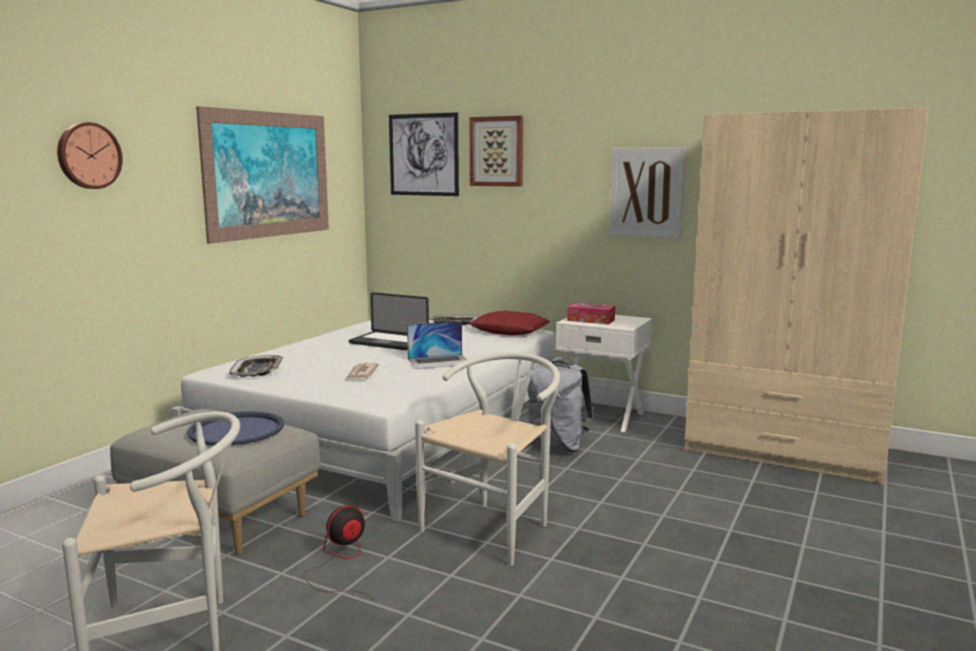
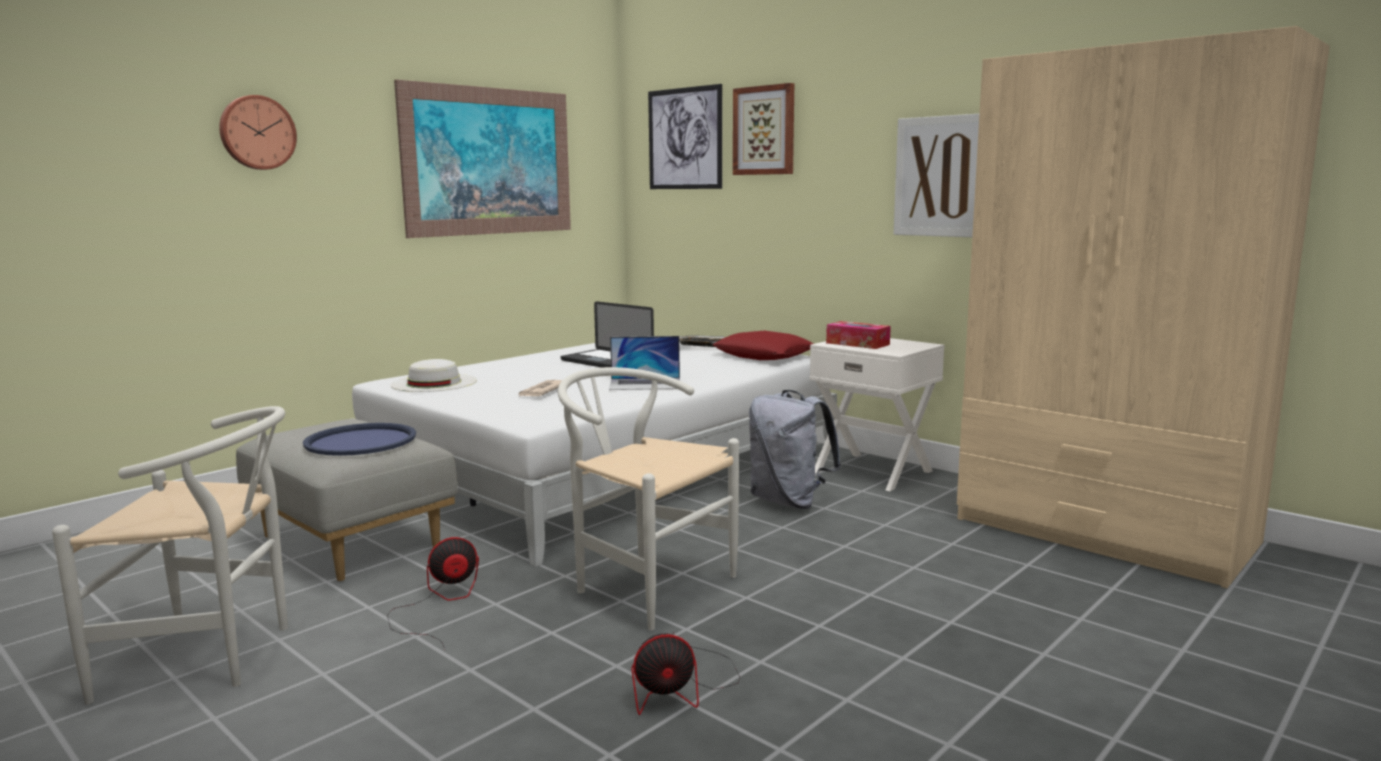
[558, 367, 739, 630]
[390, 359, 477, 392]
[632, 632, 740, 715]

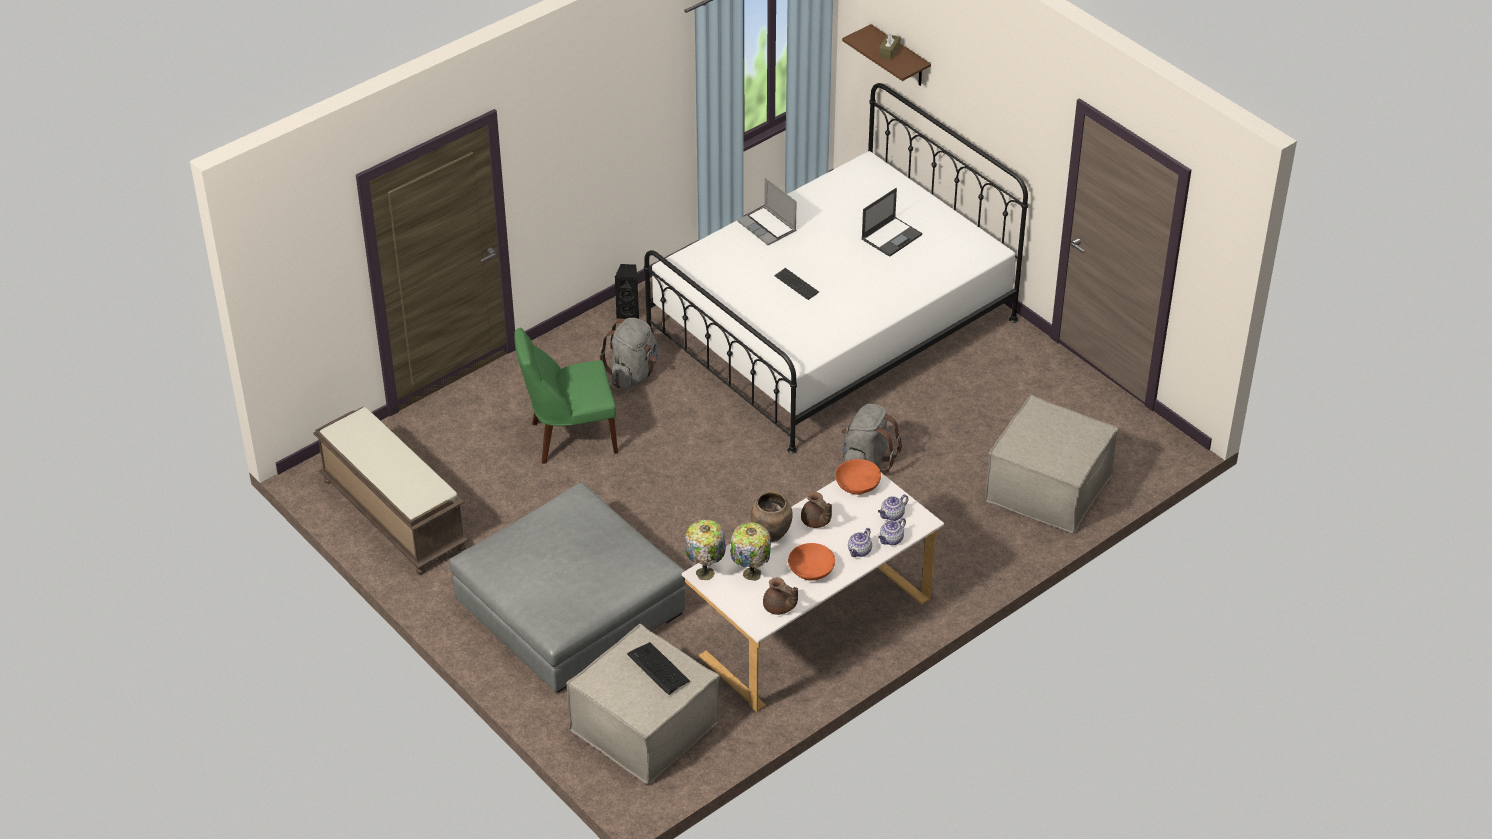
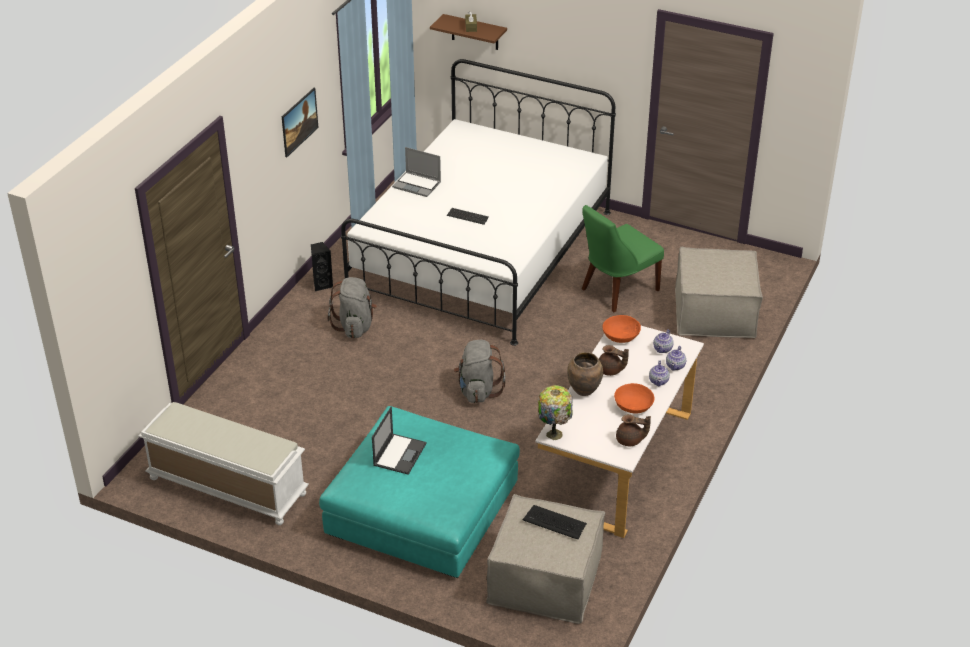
[372, 406, 426, 475]
[582, 205, 664, 312]
[454, 340, 505, 403]
[139, 402, 309, 525]
[319, 406, 520, 578]
[730, 522, 771, 581] (first image)
[282, 88, 318, 157]

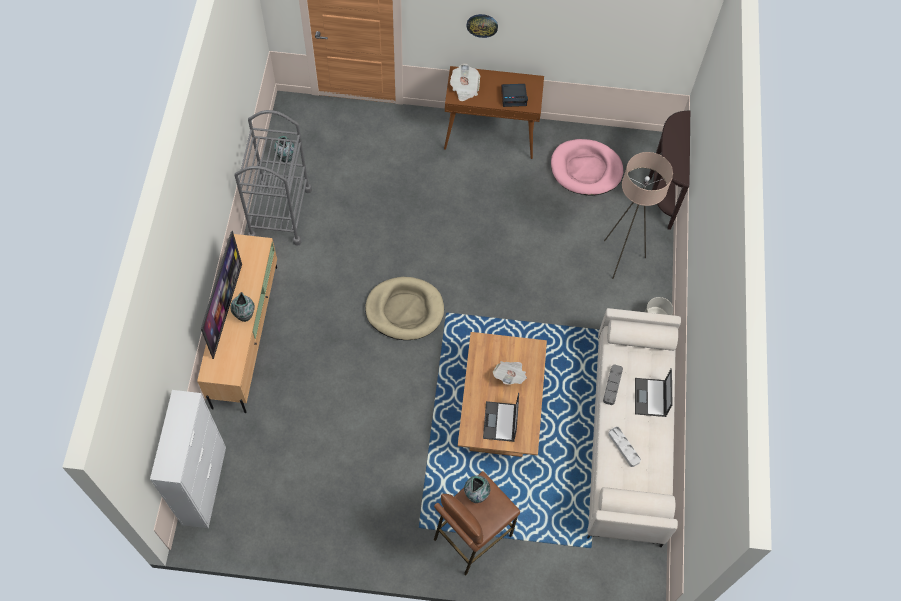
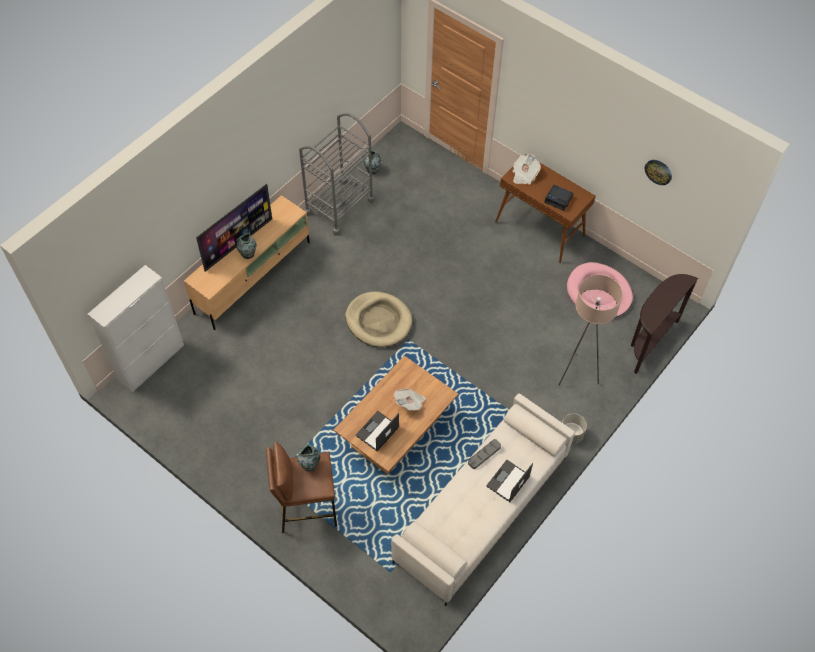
[645, 160, 672, 185]
[608, 427, 641, 467] (first image)

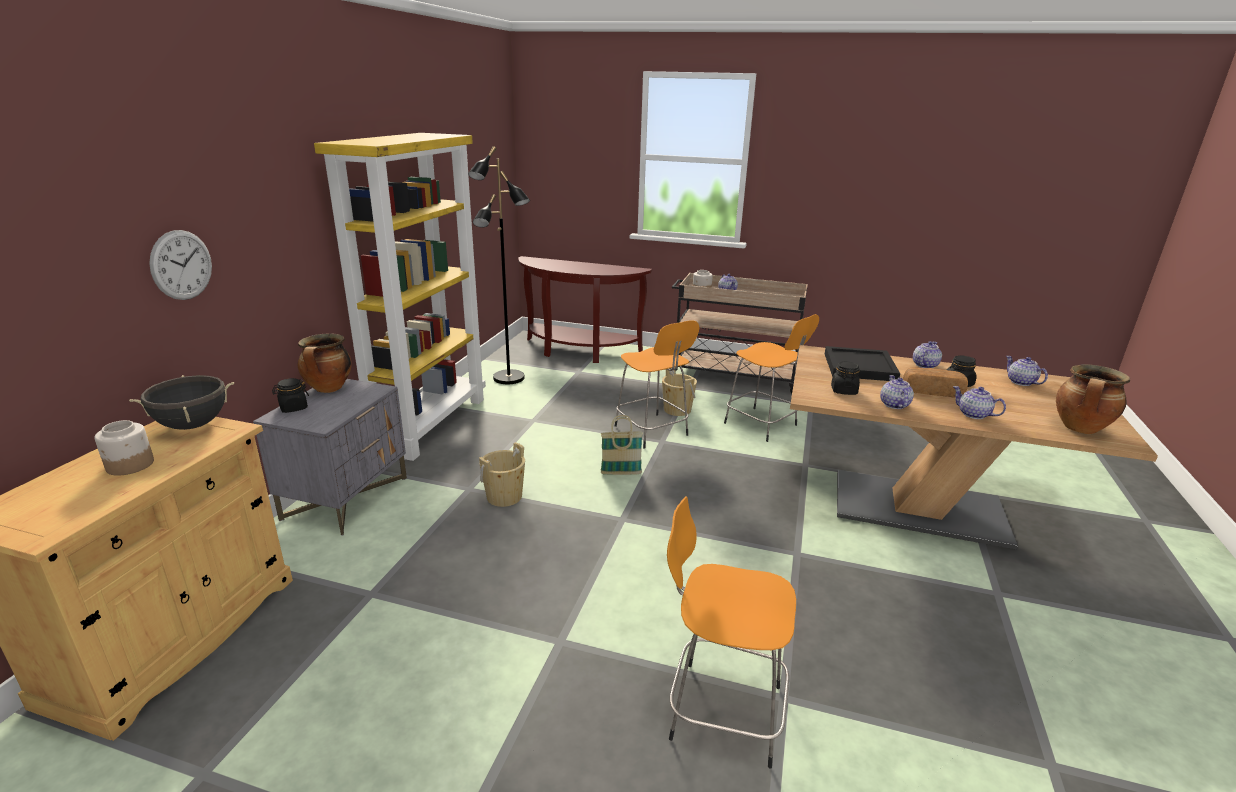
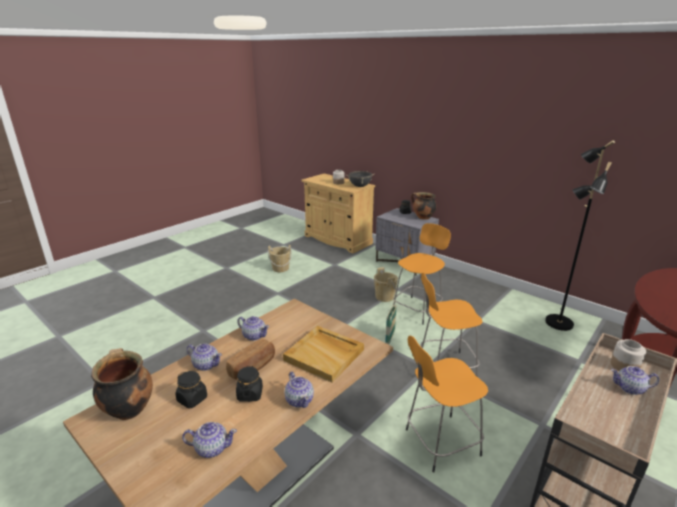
[314, 133, 486, 461] (first image)
[149, 230, 212, 300] (first image)
[283, 326, 364, 383]
[176, 371, 207, 408]
[268, 245, 292, 272]
[187, 344, 222, 371]
[393, 223, 451, 325]

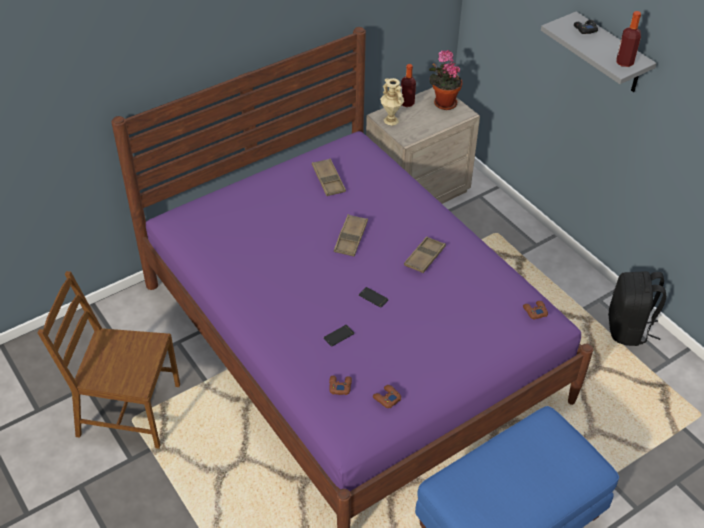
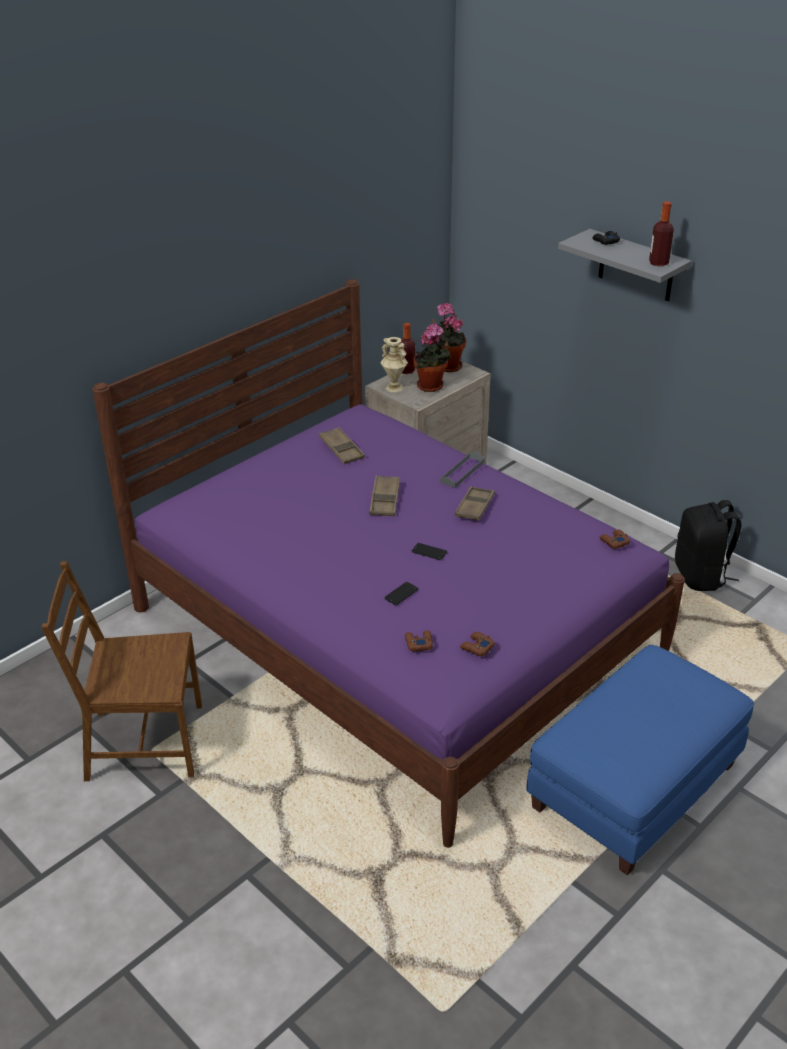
[414, 323, 452, 392]
[440, 452, 484, 488]

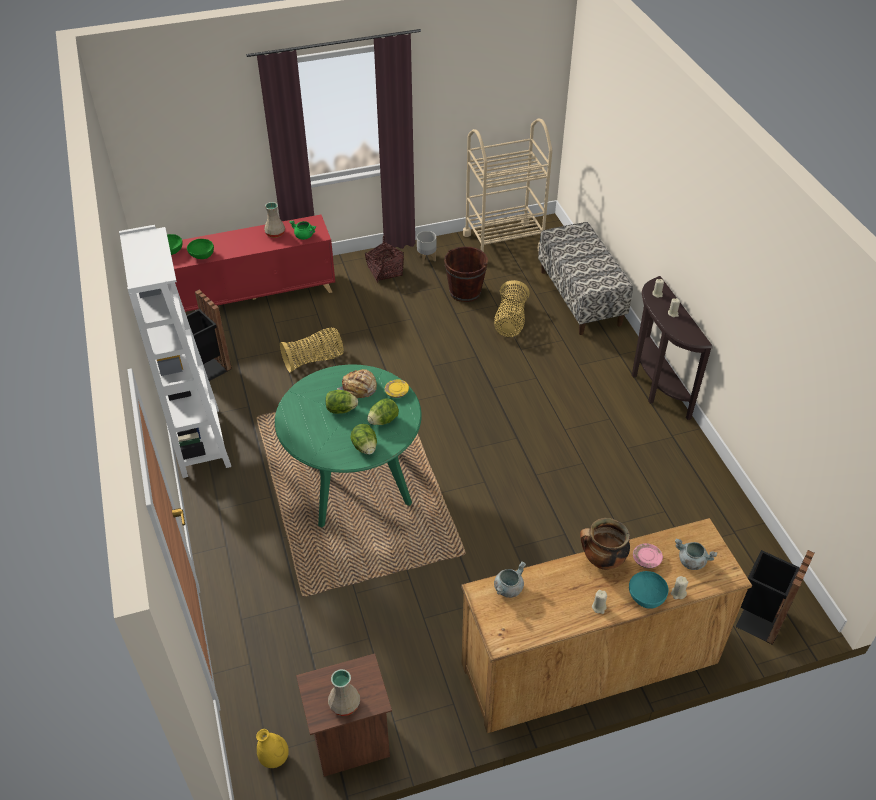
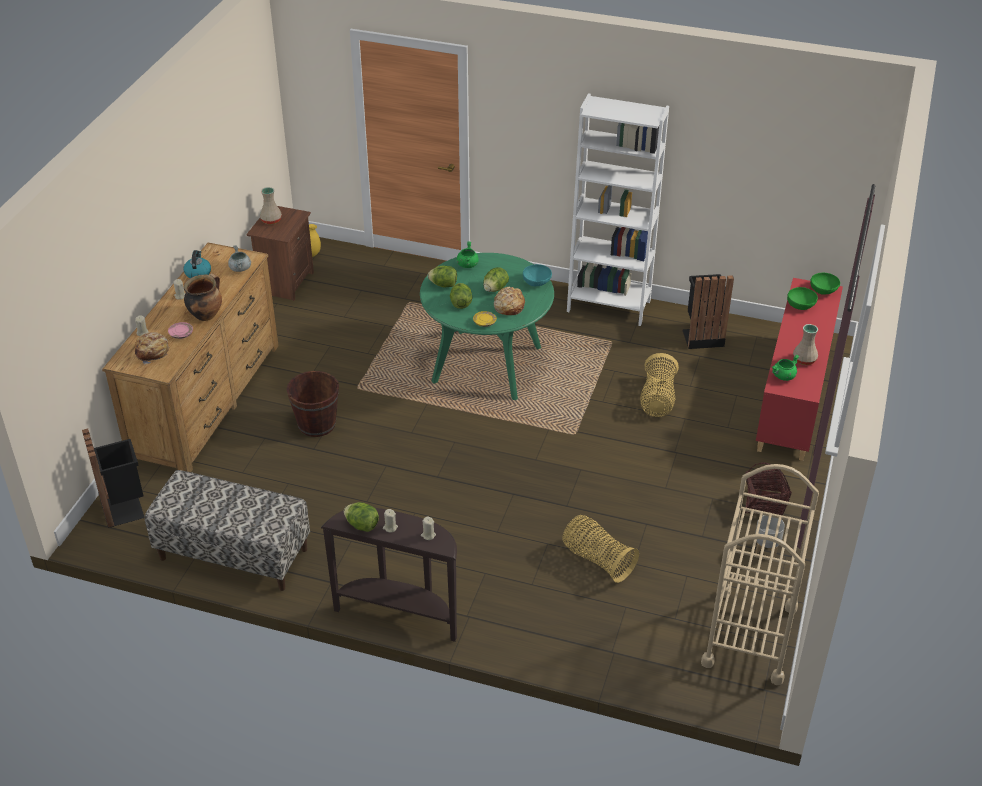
[145, 470, 310, 591]
[287, 371, 339, 437]
[135, 332, 169, 365]
[523, 264, 552, 286]
[457, 241, 479, 268]
[183, 250, 211, 278]
[344, 502, 379, 532]

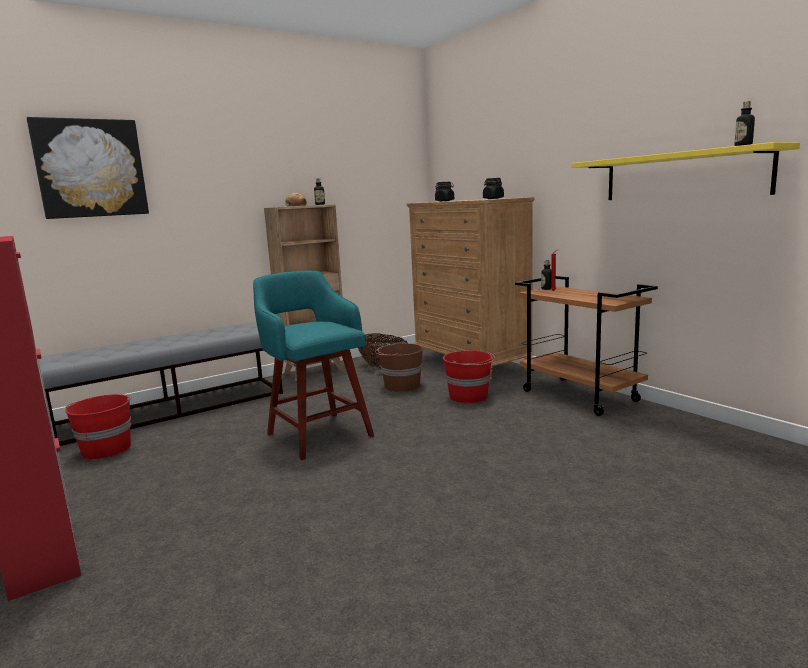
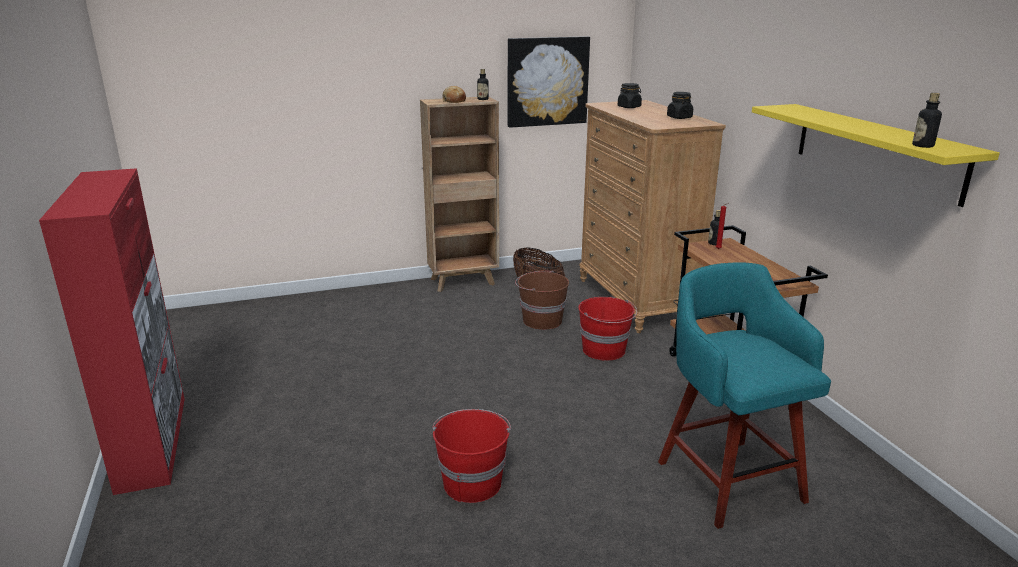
[508, 36, 590, 128]
[658, 262, 831, 529]
[39, 322, 283, 446] (first image)
[432, 409, 511, 503]

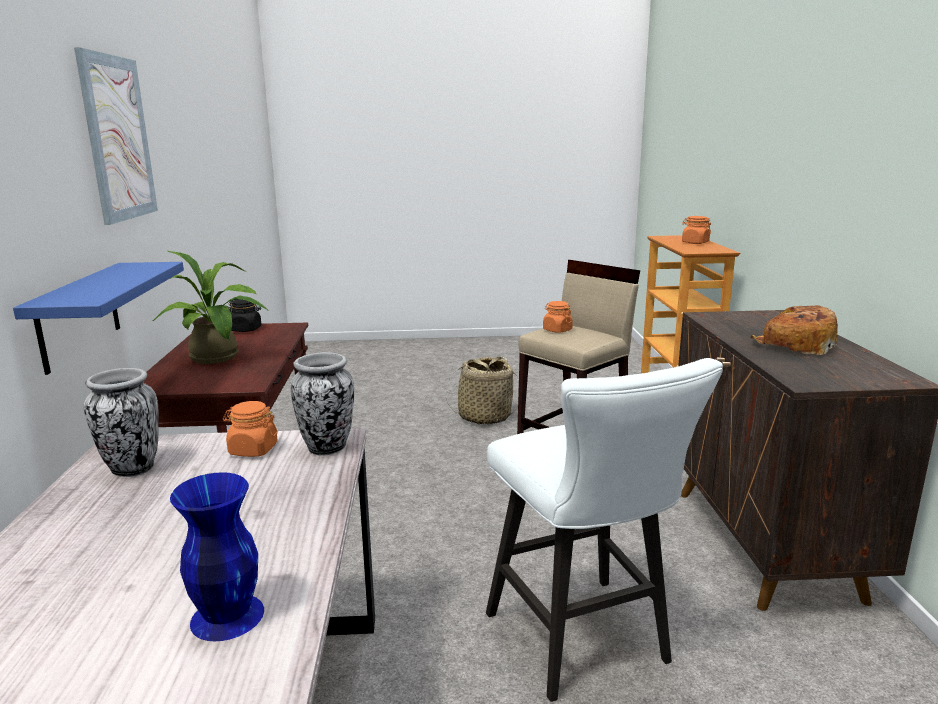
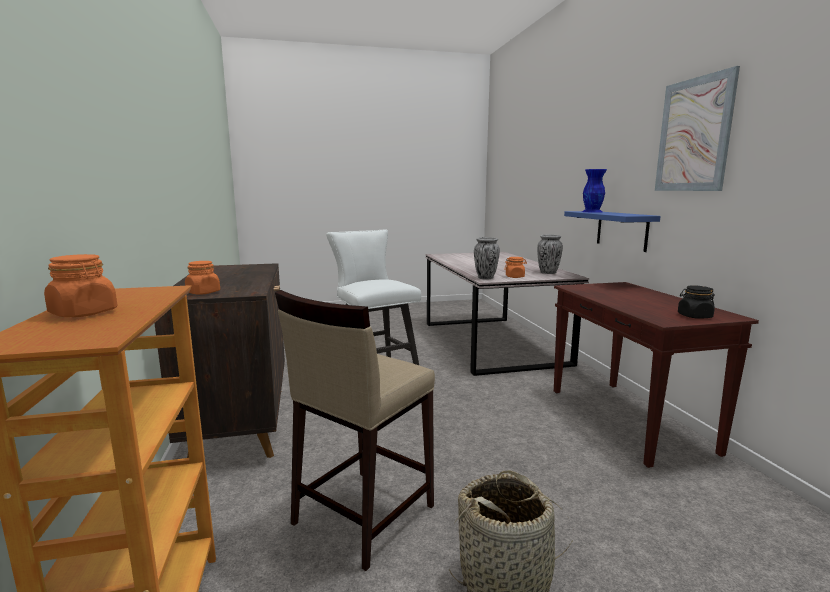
[153, 251, 269, 364] (first image)
[185, 261, 220, 294]
[751, 305, 838, 355] (first image)
[582, 169, 607, 213]

